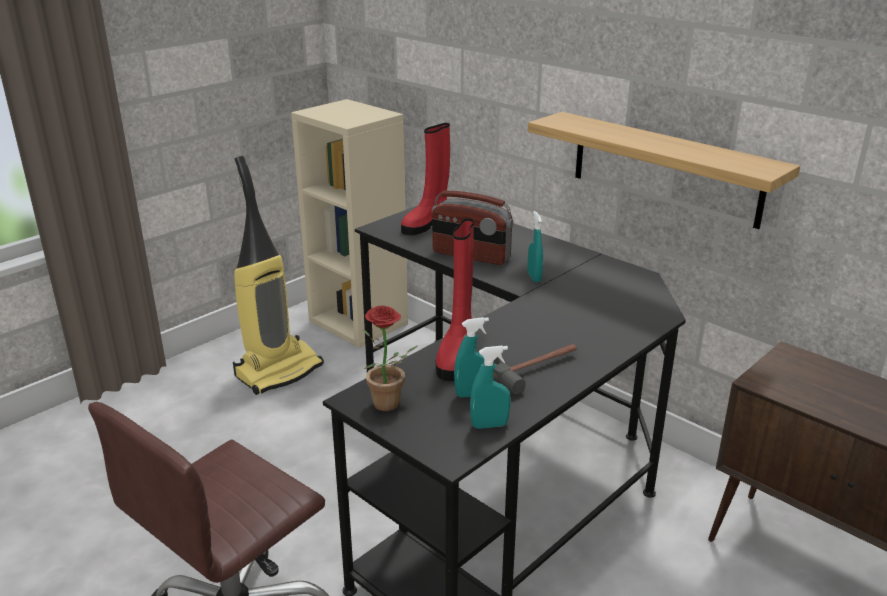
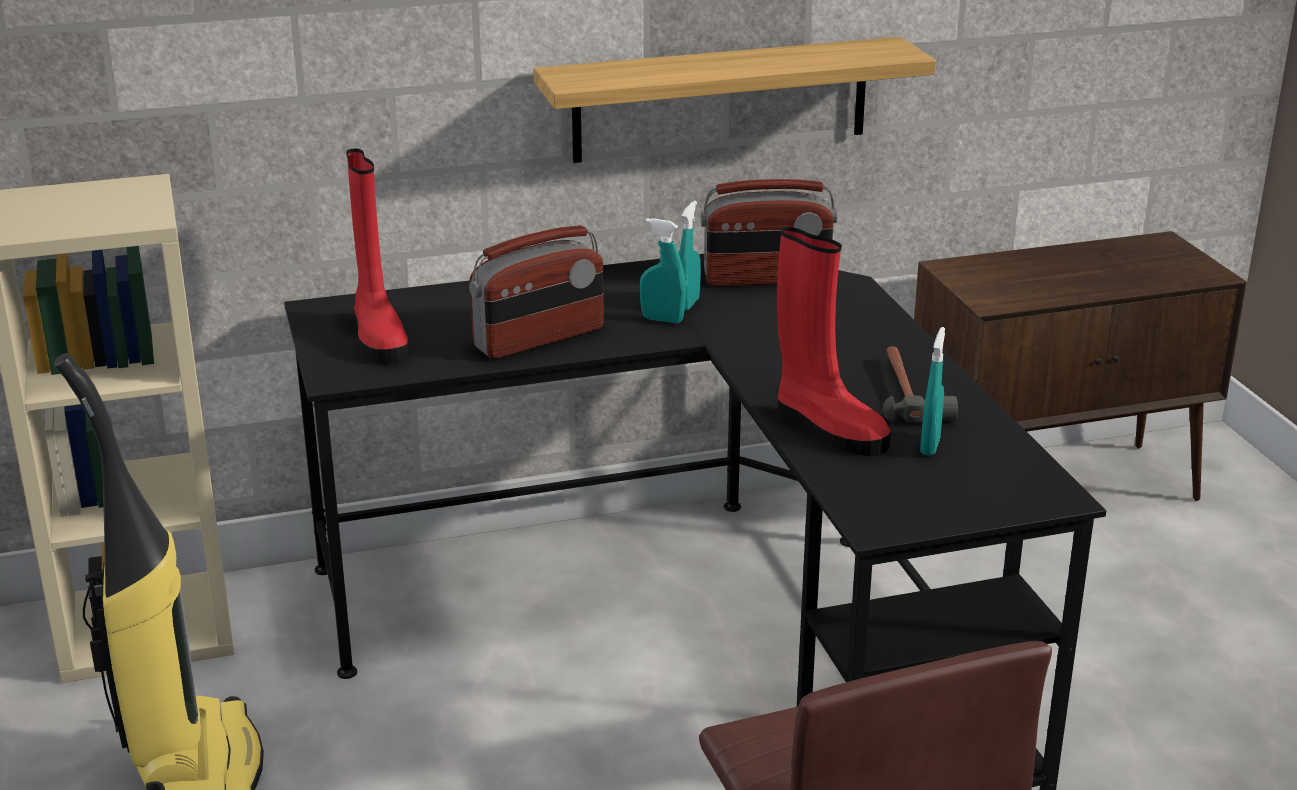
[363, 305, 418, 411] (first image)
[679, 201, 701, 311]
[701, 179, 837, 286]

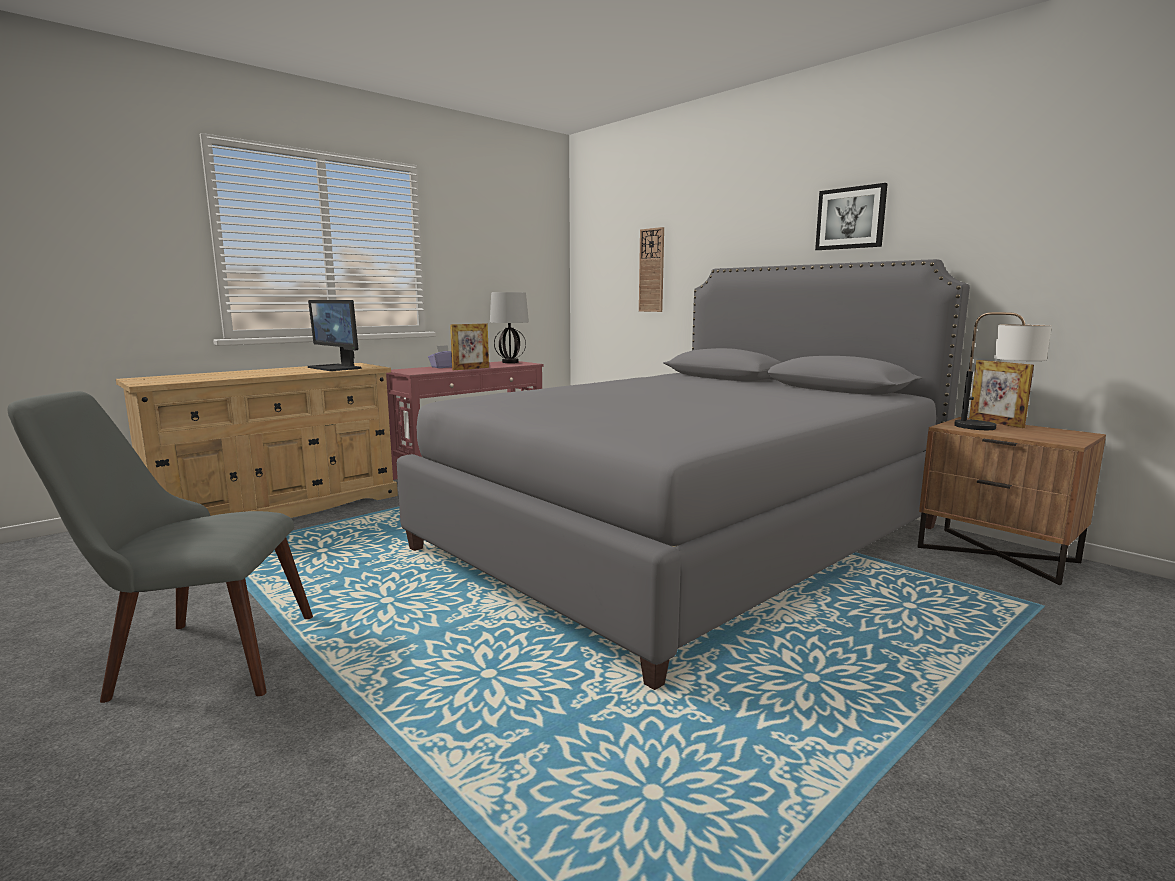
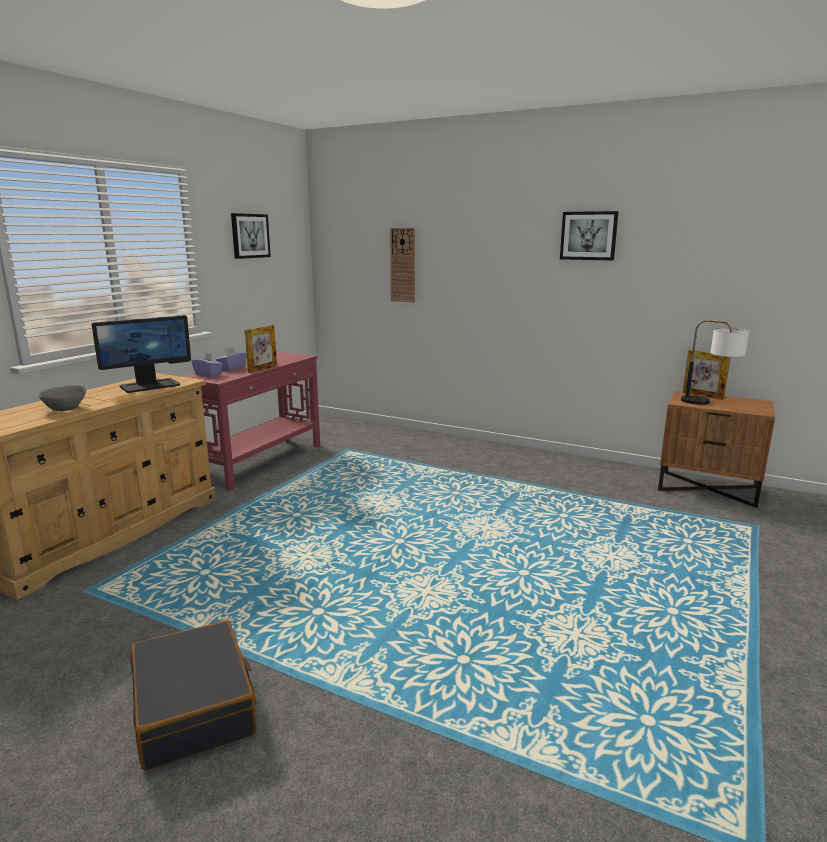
[397, 259, 970, 690] (first image)
[490, 292, 529, 363] (first image)
[92, 315, 191, 393]
[131, 620, 257, 771]
[231, 213, 271, 259]
[191, 352, 223, 377]
[38, 385, 86, 411]

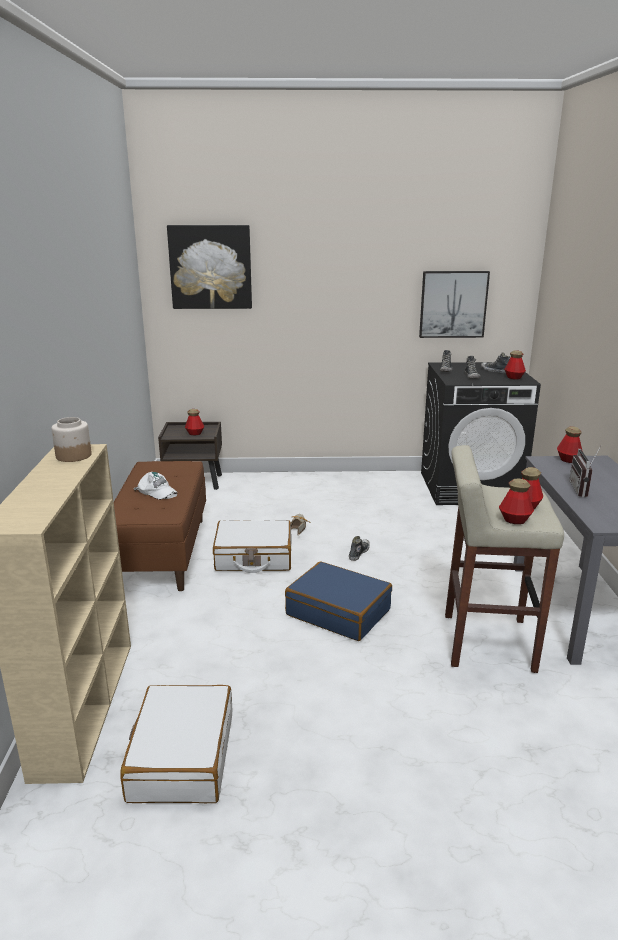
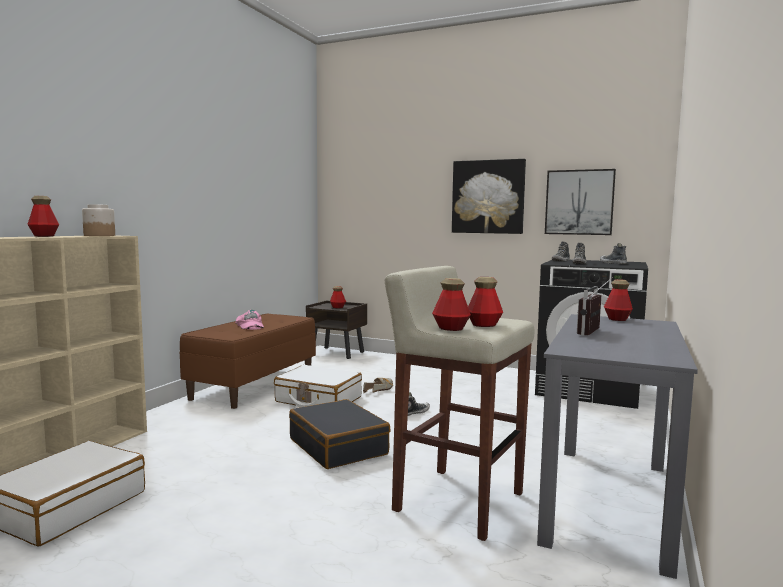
[452, 159, 526, 234]
[27, 196, 59, 237]
[235, 310, 264, 330]
[289, 399, 391, 469]

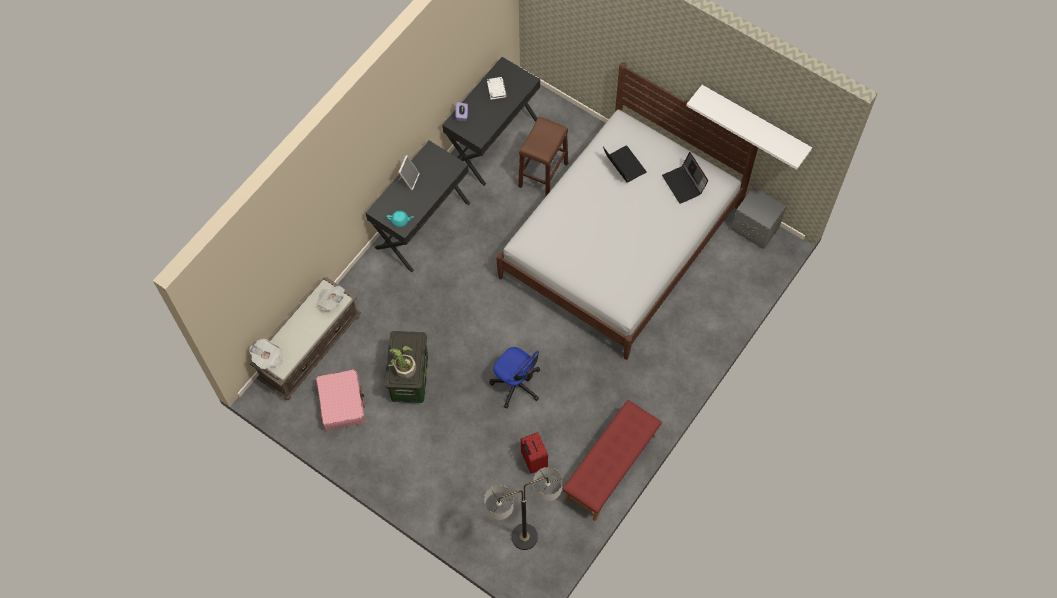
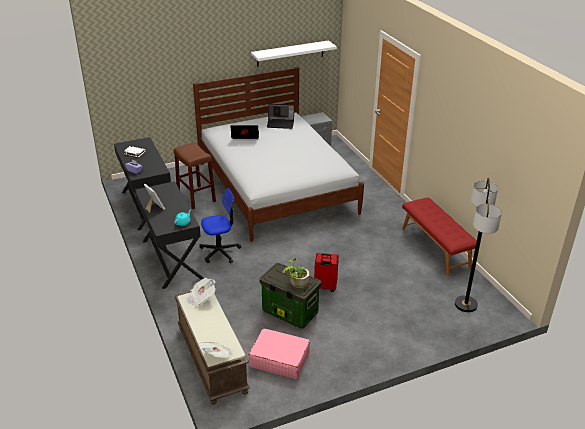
[199, 188, 241, 263]
[314, 253, 339, 292]

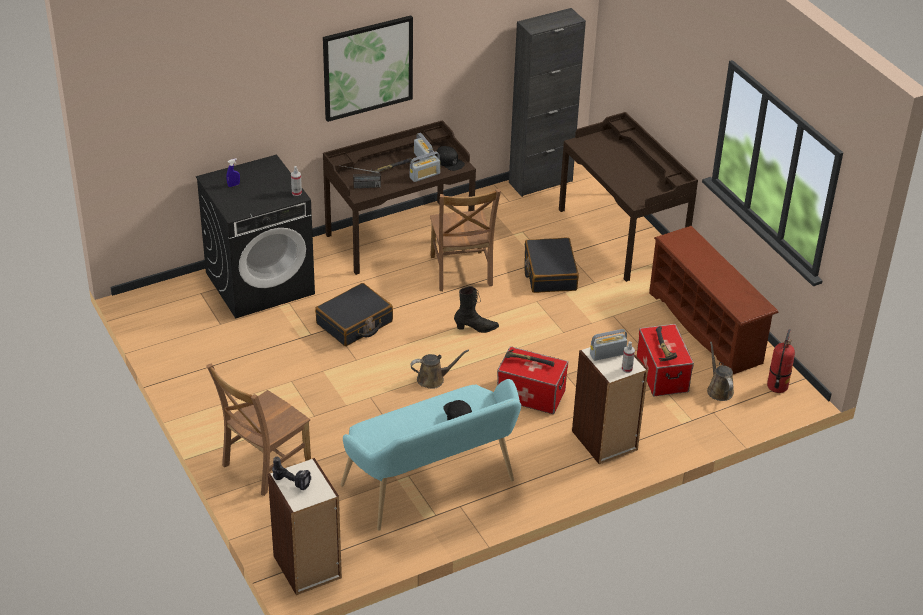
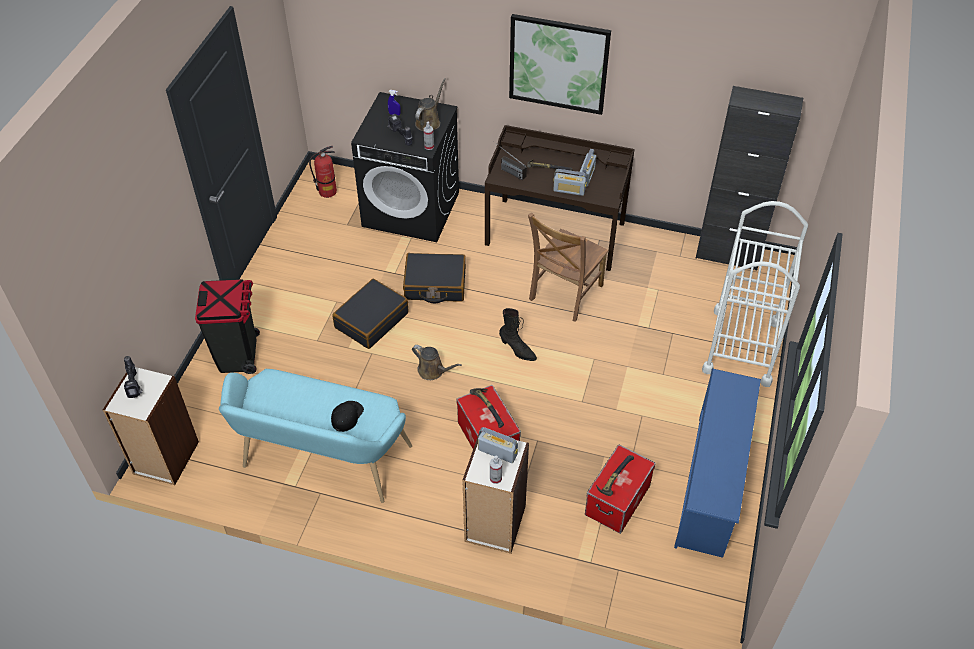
[702, 201, 808, 387]
[435, 146, 465, 171] (first image)
[674, 368, 761, 558]
[333, 279, 409, 349]
[309, 146, 337, 198]
[415, 78, 446, 131]
[195, 279, 260, 374]
[387, 114, 413, 146]

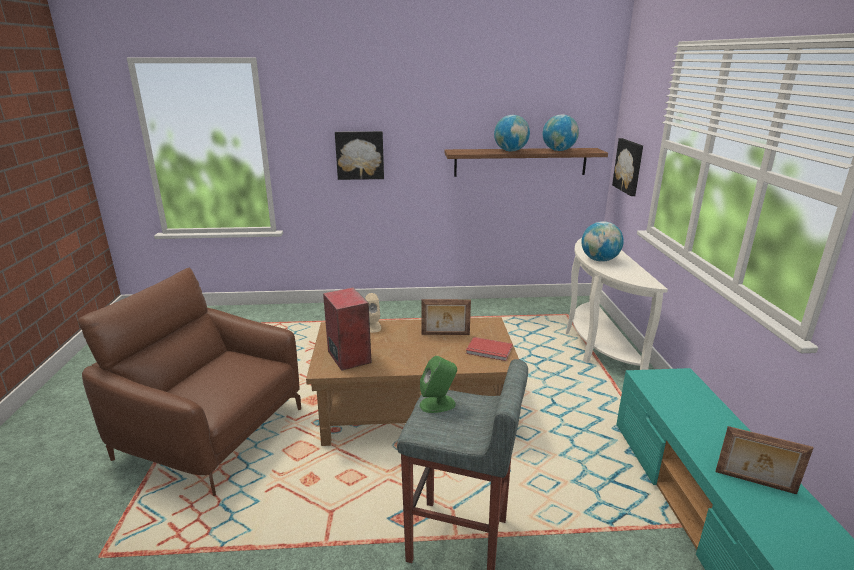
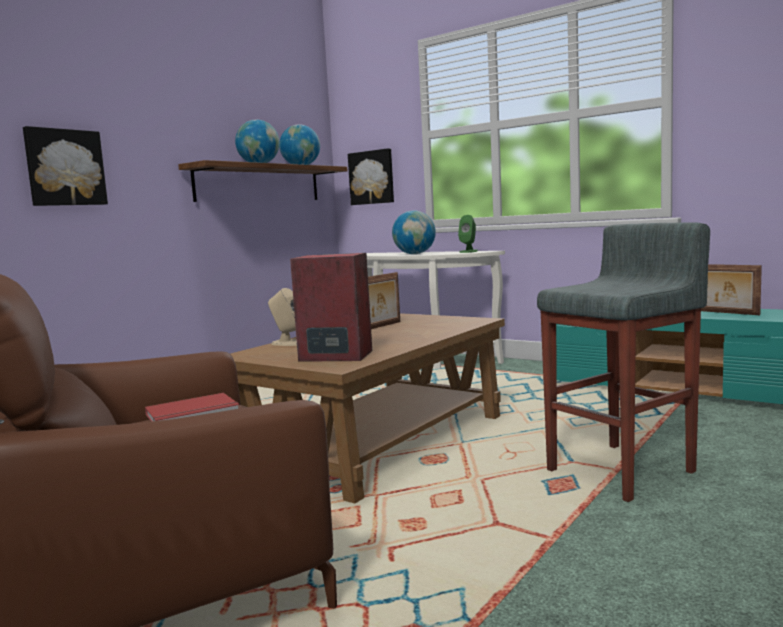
[145, 393, 239, 422]
[458, 215, 478, 253]
[701, 264, 762, 315]

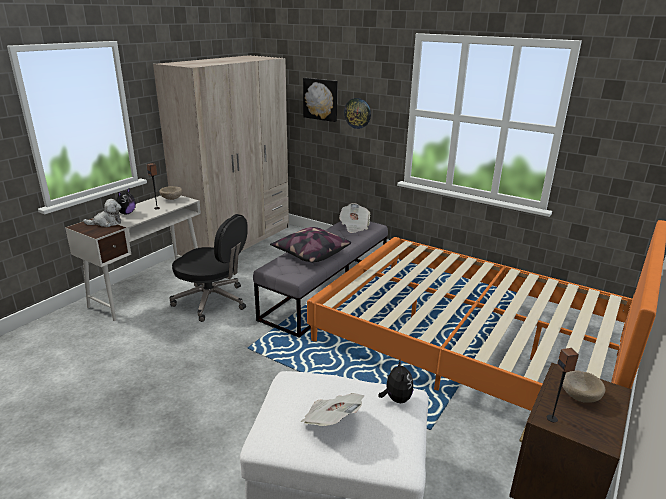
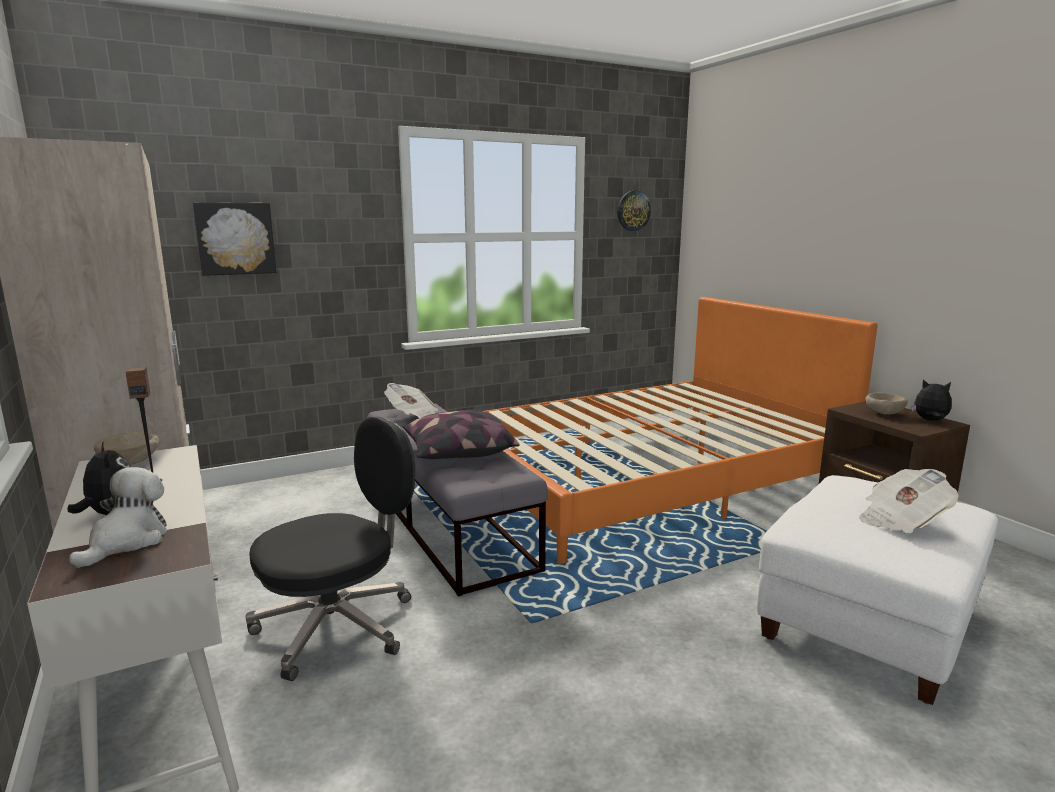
[617, 191, 651, 231]
[547, 348, 579, 422] (first image)
[912, 379, 952, 421]

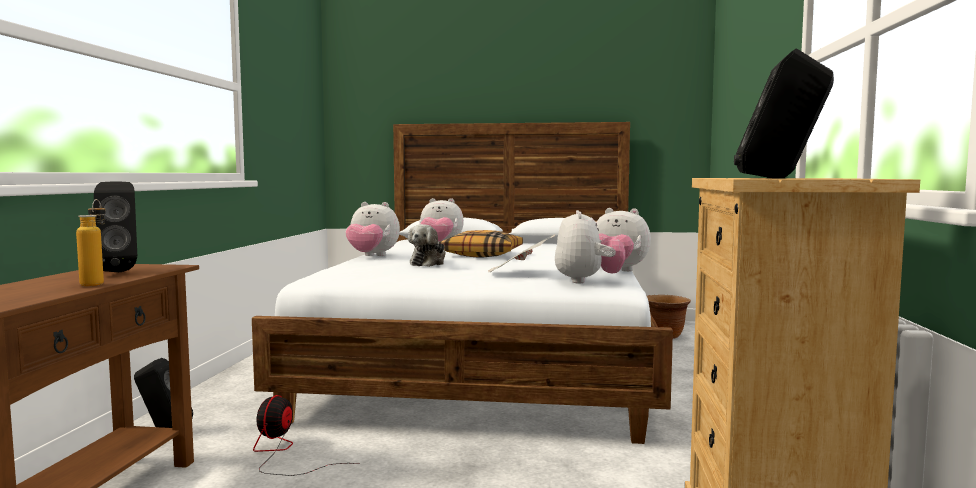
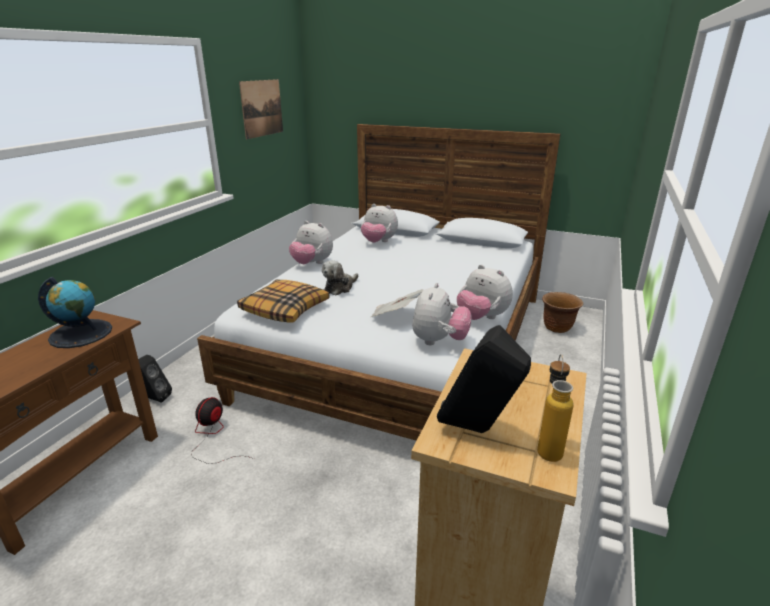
[38, 277, 112, 348]
[537, 354, 573, 462]
[237, 280, 329, 323]
[239, 79, 283, 139]

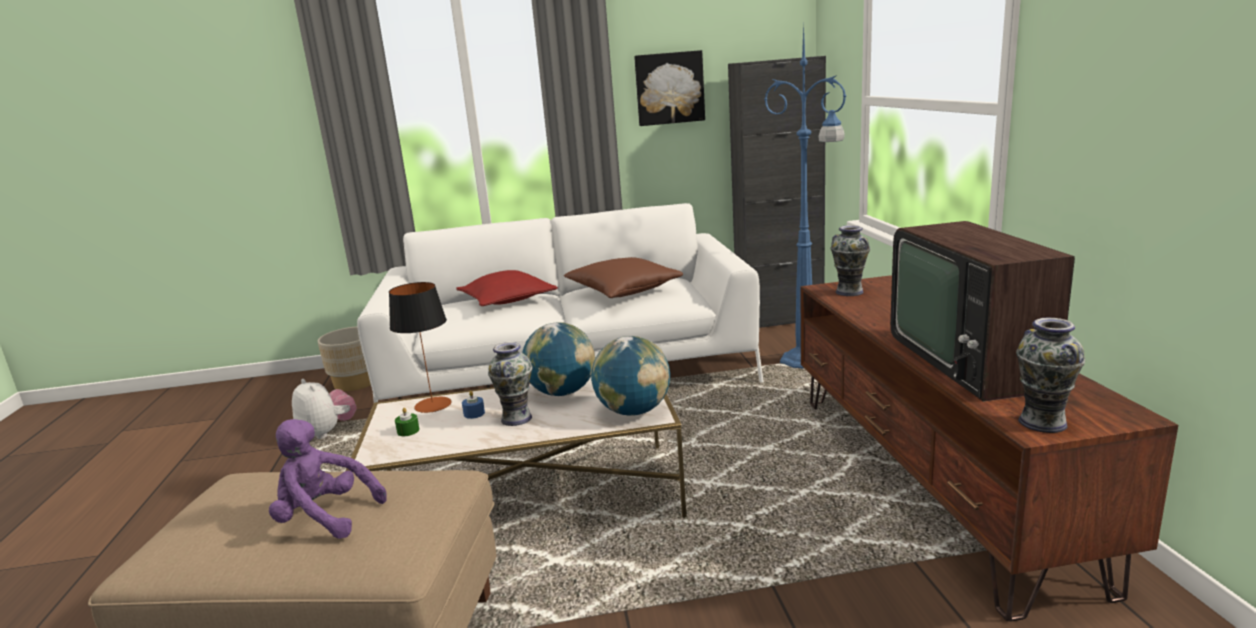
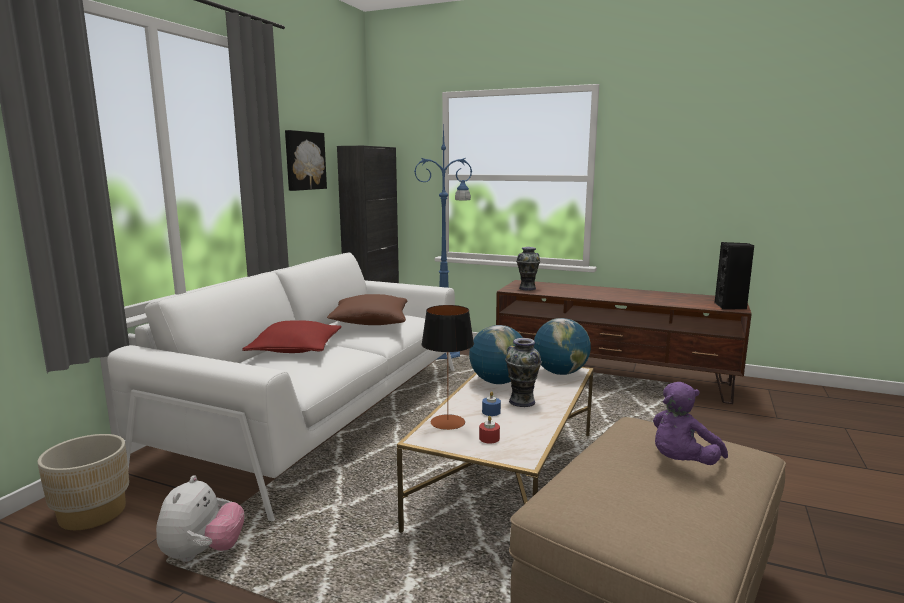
[890, 221, 1075, 402] (first image)
[715, 242, 754, 310]
[156, 475, 244, 562]
[479, 416, 500, 444]

